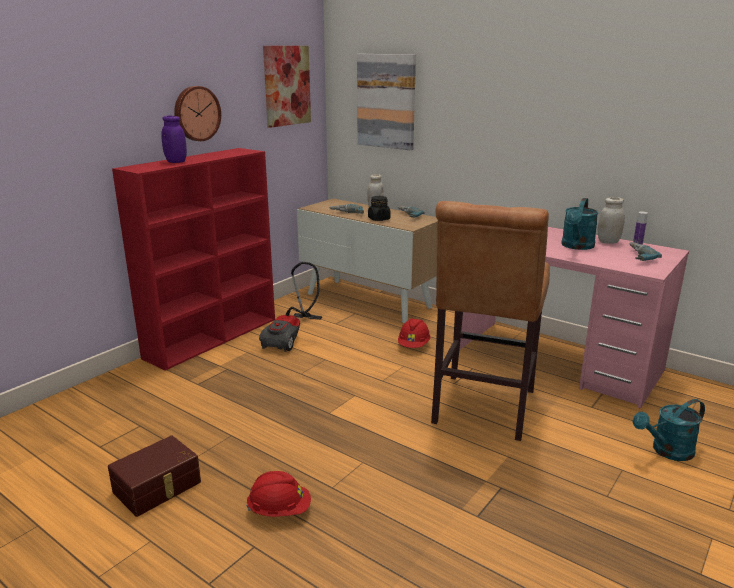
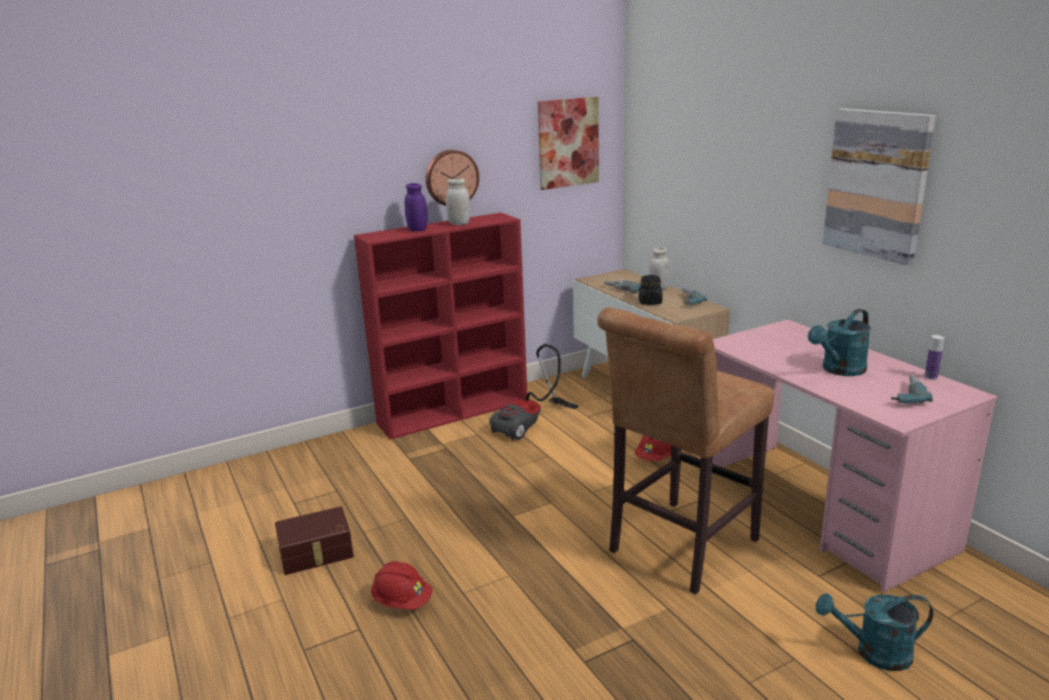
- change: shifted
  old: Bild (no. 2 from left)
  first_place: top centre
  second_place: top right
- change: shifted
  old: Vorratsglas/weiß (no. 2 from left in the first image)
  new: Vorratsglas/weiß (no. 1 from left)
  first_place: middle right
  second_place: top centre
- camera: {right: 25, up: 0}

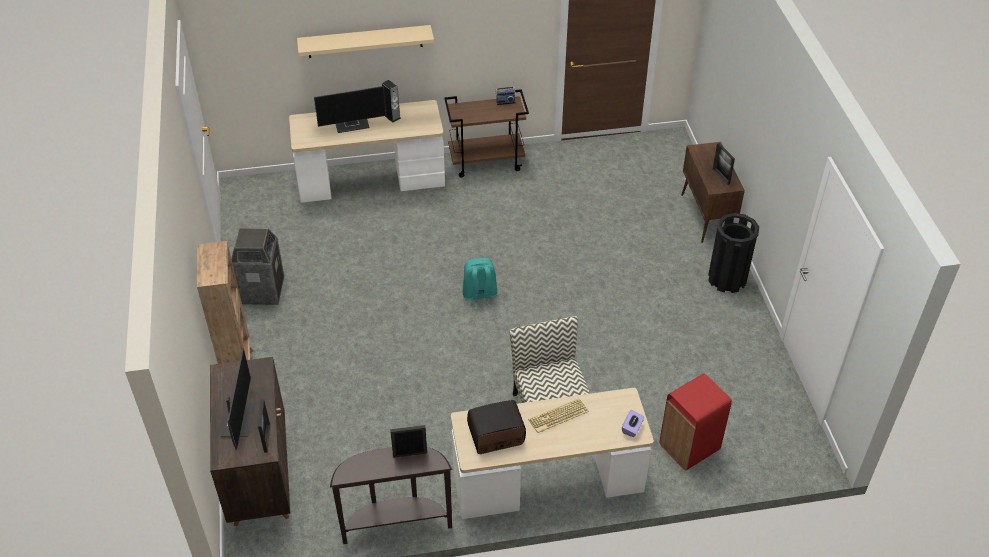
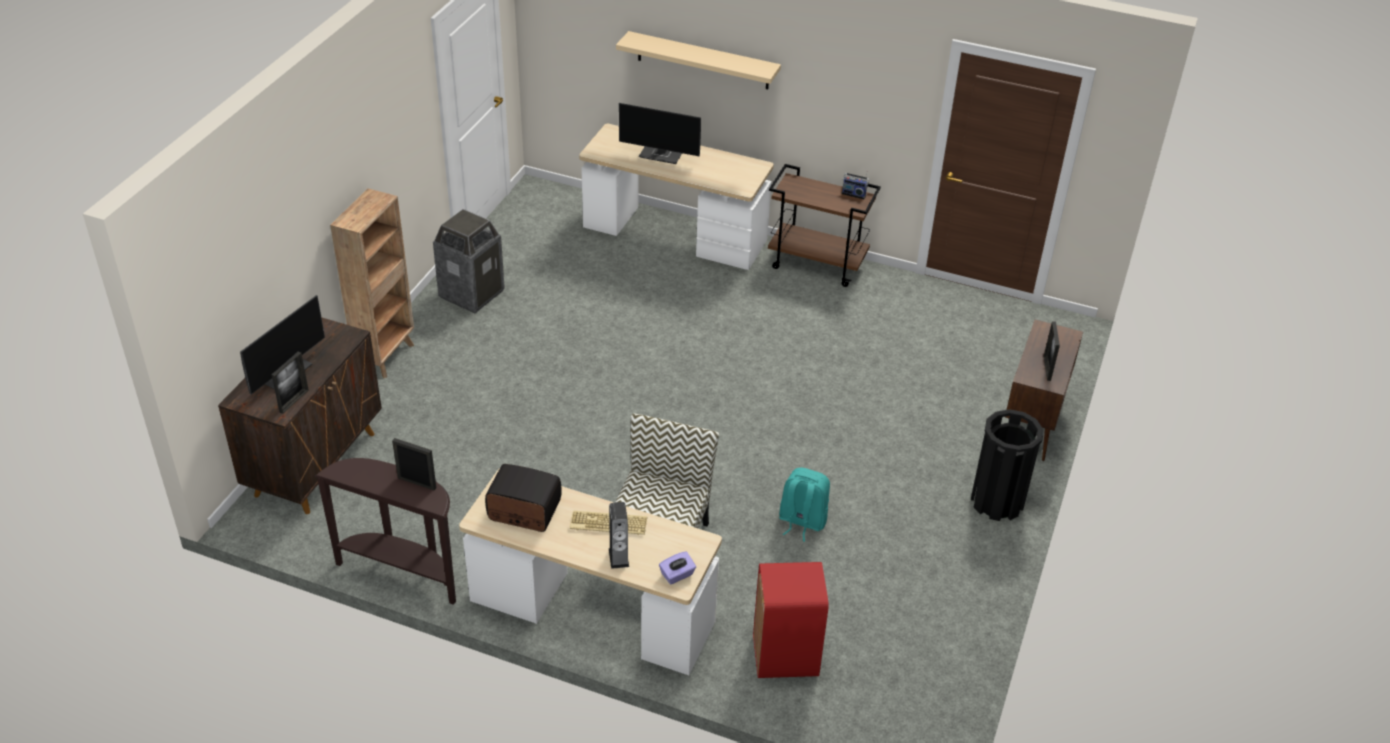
- change: shifted
  old: Lautsprecher
  first_place: top centre
  second_place: bottom centre
- change: shifted
  old: Rucksack/türkis
  first_place: centre
  second_place: bottom centre
- camera: {right: 30, up: -5}

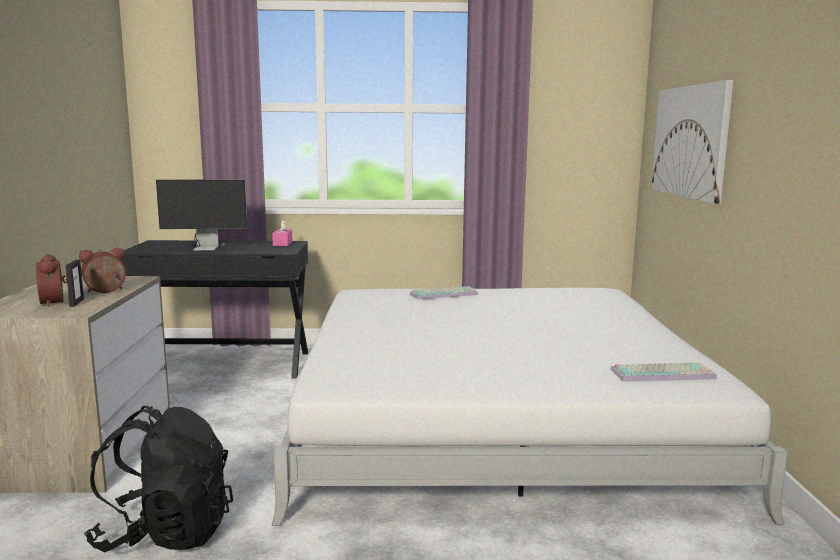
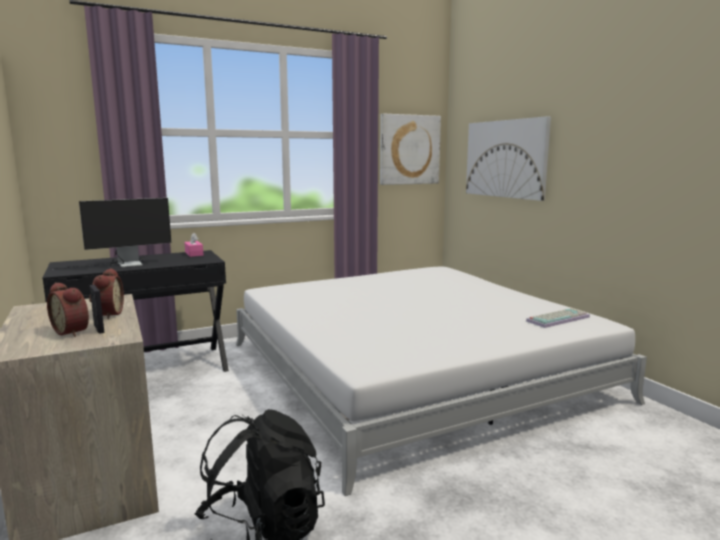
- change: rotated
  old: Wecker (no. 2 from left)
  first_place: middle left
  second_place: middle left
  degrees: 135
- change: gone
  old: Tastatur (no. 1 from left)
  first_place: centre
- change: new
  new: Bild (no. 1 from left)
  second_place: top centre
- camera: {right: -25, up: 0}

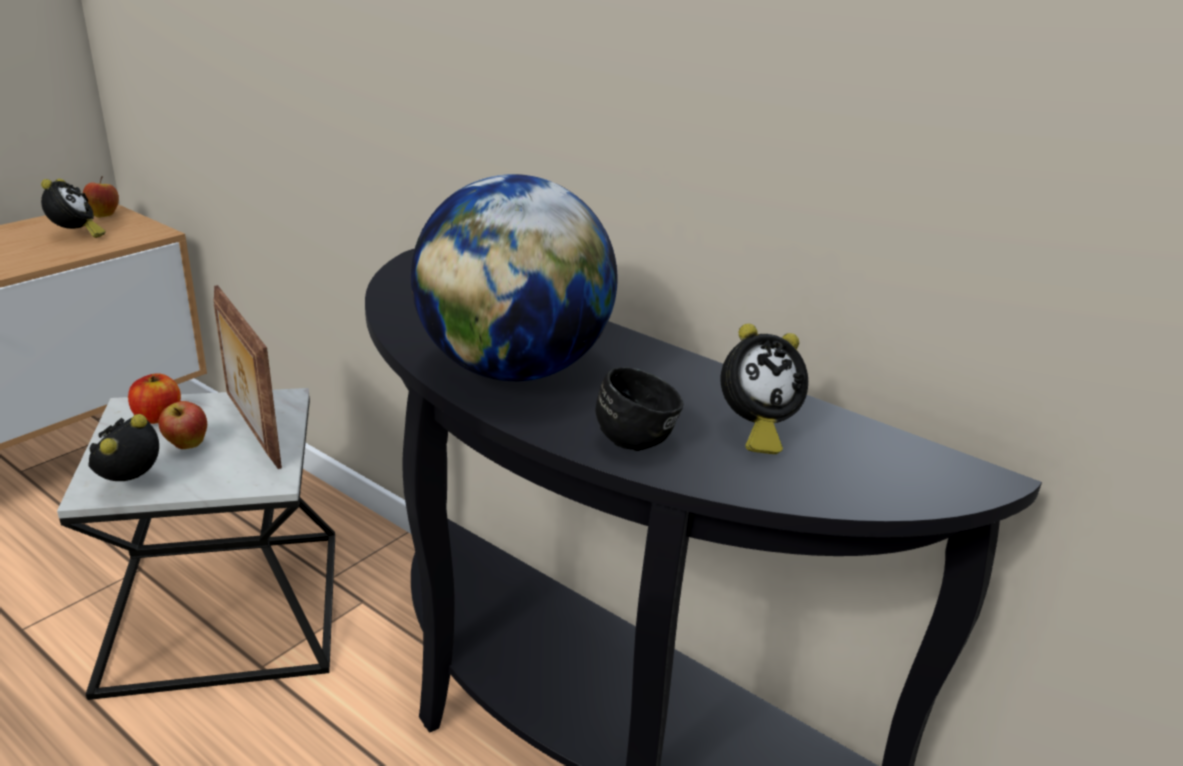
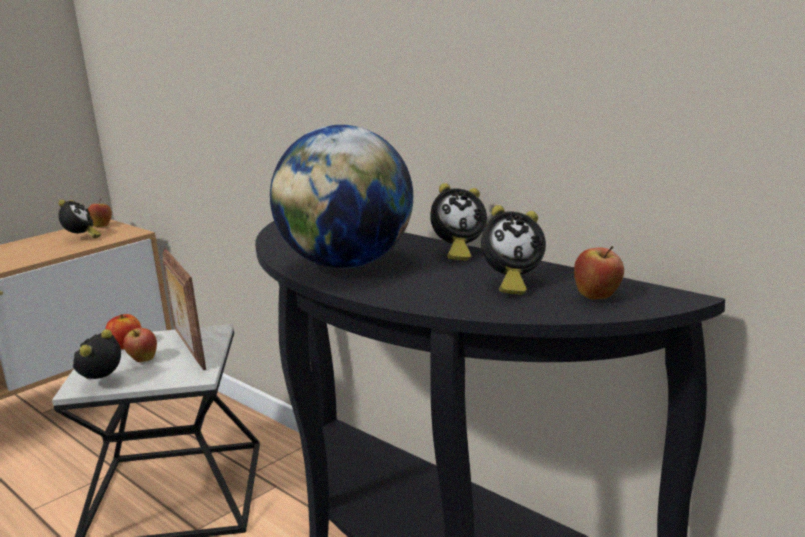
- change: gone
  old: Henkelbecher/schwarz
  first_place: centre
- change: new
  new: Wecker (no. 3 from left)
  second_place: centre
- change: new
  new: Apfel (no. 4 from left)
  second_place: middle right
- camera: {right: 10, up: -10}

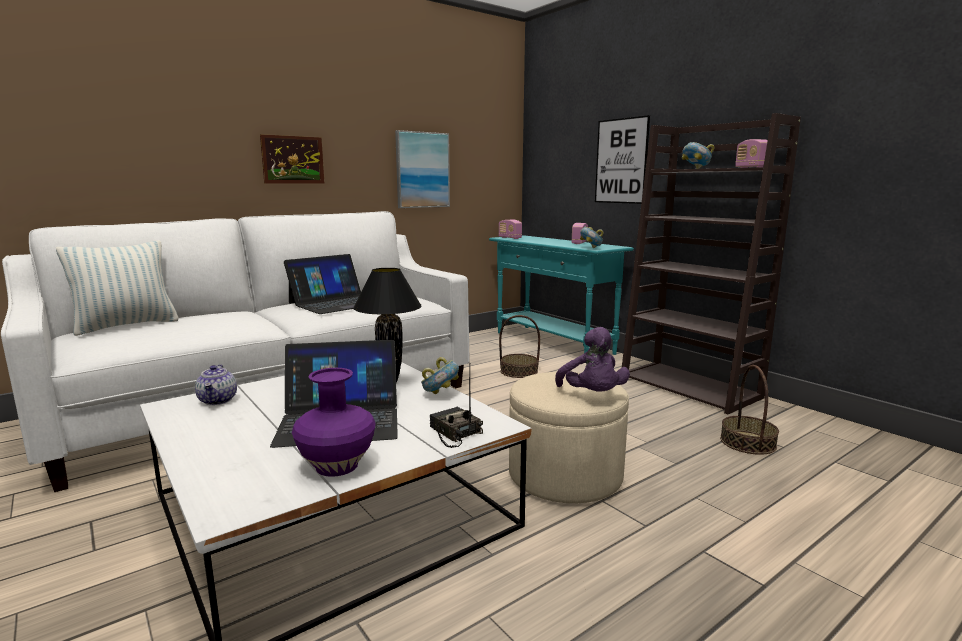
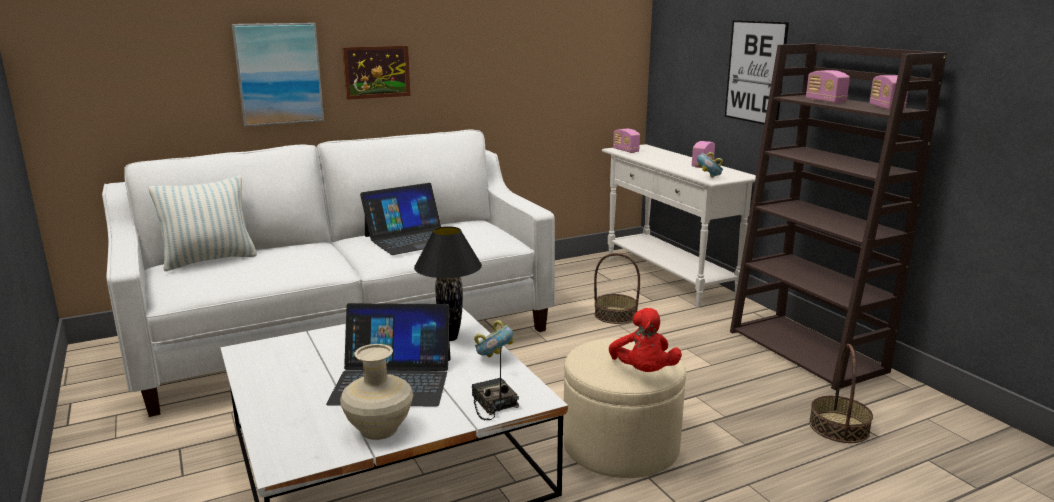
- change: shifted
  old: Bild (no. 2 from left in the first image)
  new: Bild (no. 1 from left)
  first_place: top centre
  second_place: top left
- change: swapped
  old: Schüssel (no. 3 from left)
  new: Radio (no. 4 from left)
  first_place: top right
  second_place: top right
- change: repainted
  old: Konsolentisch/türkis
  new: Konsolentisch/weiß
  first_place: centre
  second_place: centre
- change: repainted
  old: Plüschtier/lila
  new: Plüschtier/rot
  first_place: centre
  second_place: bottom centre
- change: gone
  old: Teekanne
  first_place: middle left
- change: repainted
  old: Vase/lila
  new: Vase/beige
  first_place: centre
  second_place: bottom centre
- camera: {right: 10, up: 5}

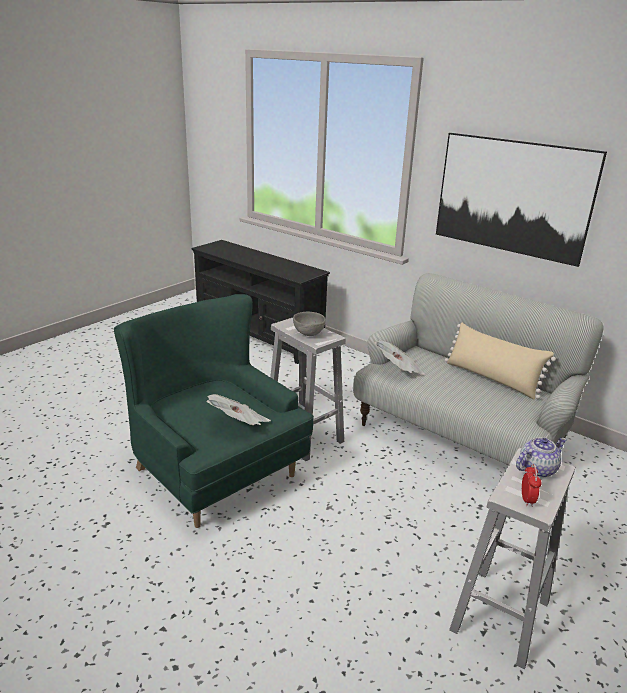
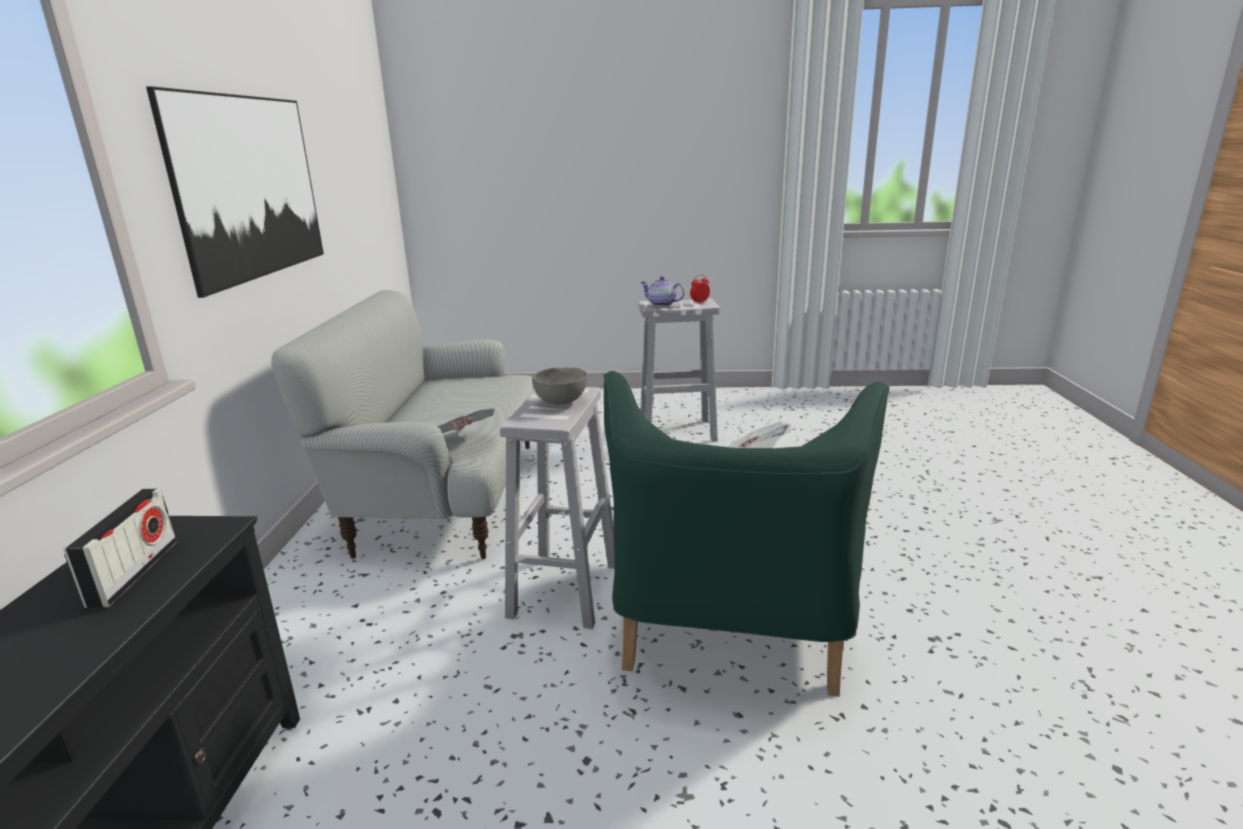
- change: gone
  old: Kissen/beige
  first_place: middle right
- change: new
  new: Radio
  second_place: middle left
- camera: {right: -125, up: -5}

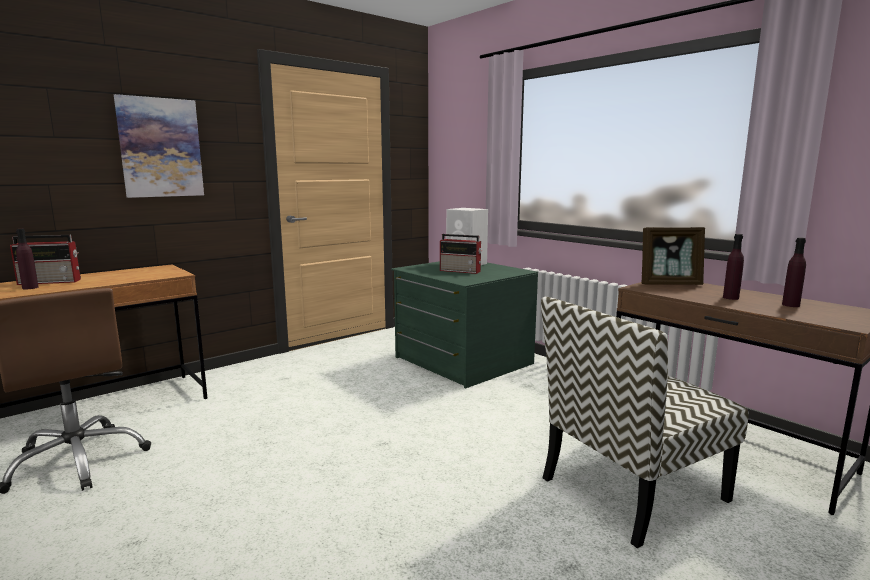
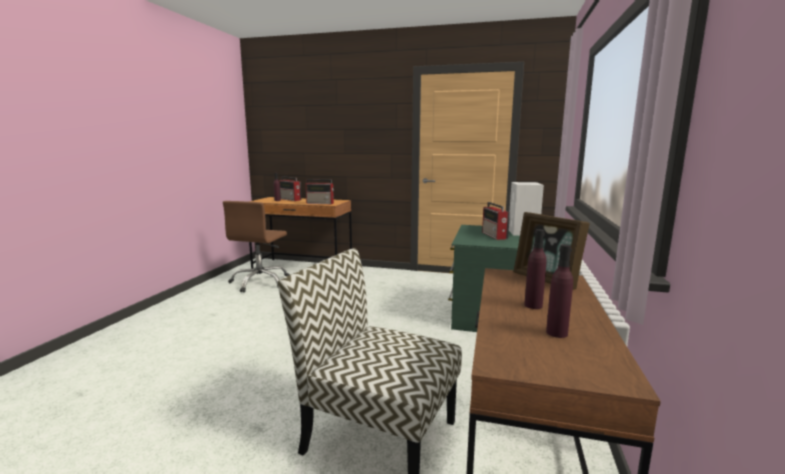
- change: gone
  old: Bild
  first_place: top left
- change: new
  new: Radio (no. 2 from left)
  second_place: centre
- camera: {right: 55, up: 0}

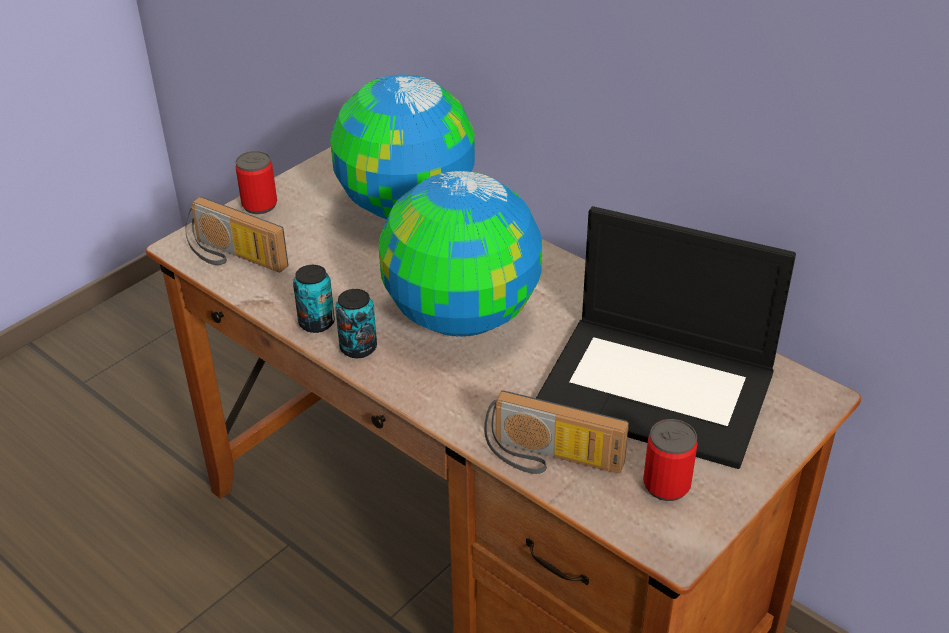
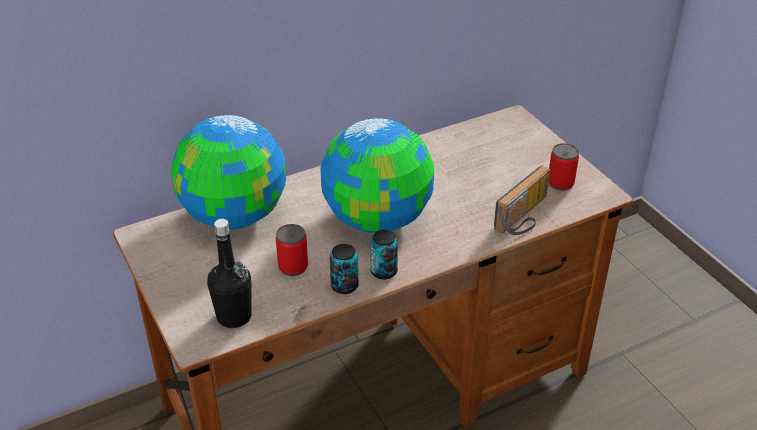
- change: shifted
  old: Dose (no. 1 from left)
  first_place: top left
  second_place: centre
- change: swapped
  old: Radio (no. 1 from left)
  new: Flasche/schwarz
  first_place: middle left
  second_place: middle left
- change: gone
  old: Laptop
  first_place: middle right
- camera: {right: -70, up: 0}

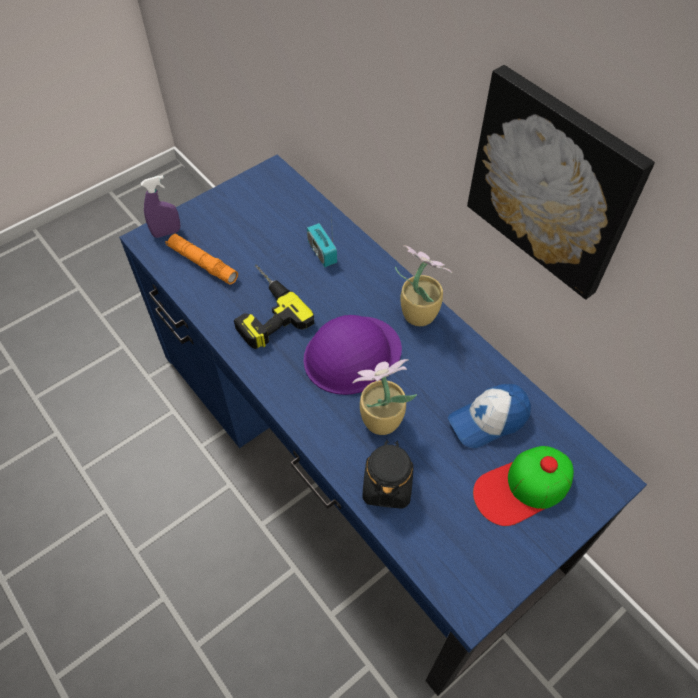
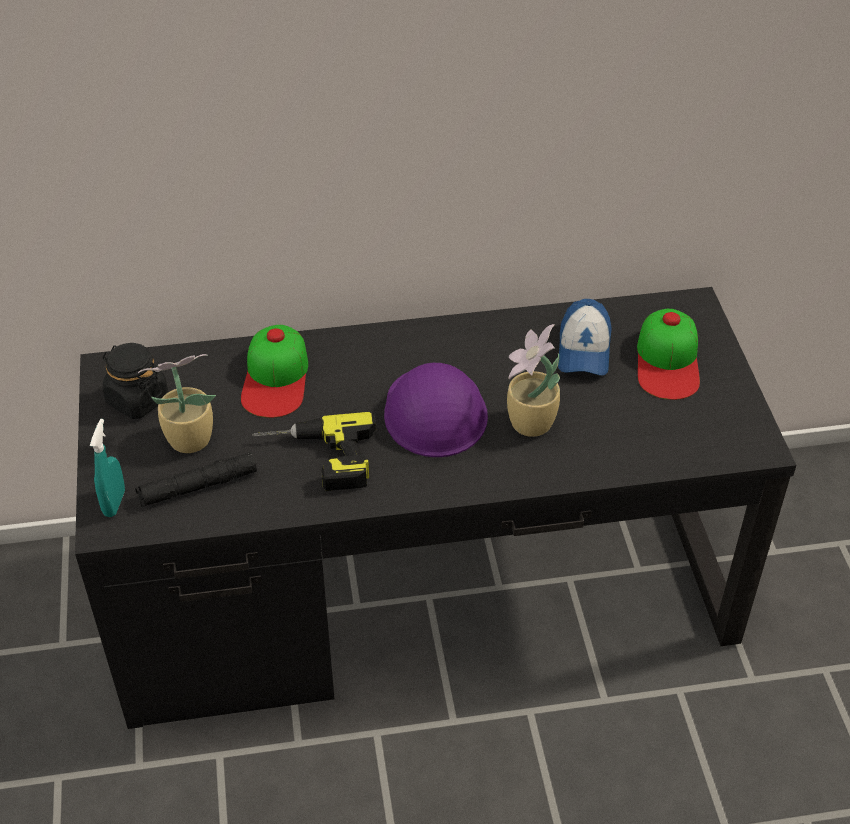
- change: gone
  old: Bild
  first_place: top right
- change: repainted
  old: Schreibtisch/blau
  new: Schreibtisch/schwarz
  first_place: centre
  second_place: centre
- change: repainted
  old: Sprühflasche/lila
  new: Sprühflasche/türkis
  first_place: top left
  second_place: middle left
- change: swapped
  old: Radio
  new: Kappe (no. 1 from left)
  first_place: centre
  second_place: middle left
- change: repainted
  old: Taschenlampe/orange
  new: Taschenlampe/schwarz
  first_place: middle left
  second_place: middle left
- change: shifted
  old: Topfpflanze (no. 2 from left in the first image)
  new: Topfpflanze (no. 1 from left)
  first_place: centre
  second_place: middle left
- change: shifted
  old: Vorratsglas/schwarz
  first_place: bottom centre
  second_place: middle left
- camera: {right: -60, up: -10}

